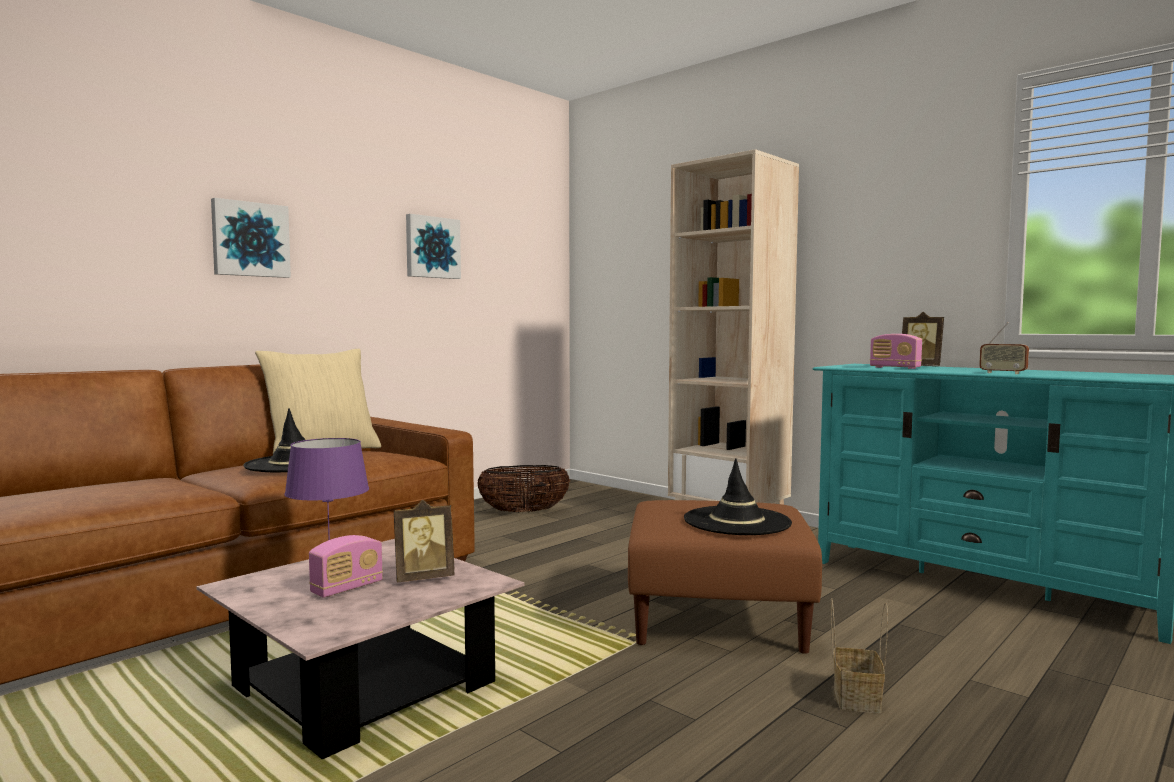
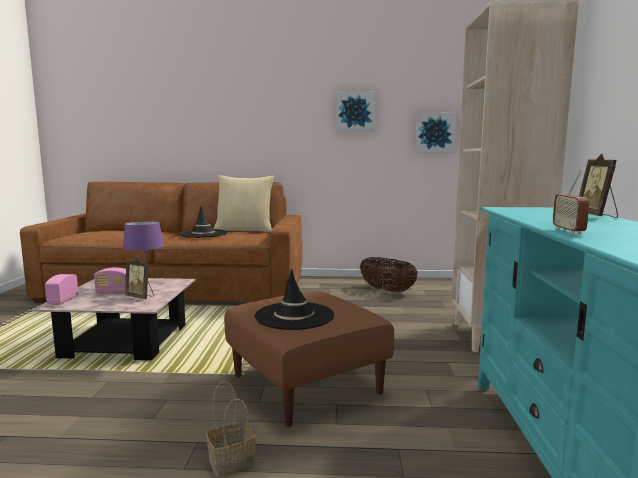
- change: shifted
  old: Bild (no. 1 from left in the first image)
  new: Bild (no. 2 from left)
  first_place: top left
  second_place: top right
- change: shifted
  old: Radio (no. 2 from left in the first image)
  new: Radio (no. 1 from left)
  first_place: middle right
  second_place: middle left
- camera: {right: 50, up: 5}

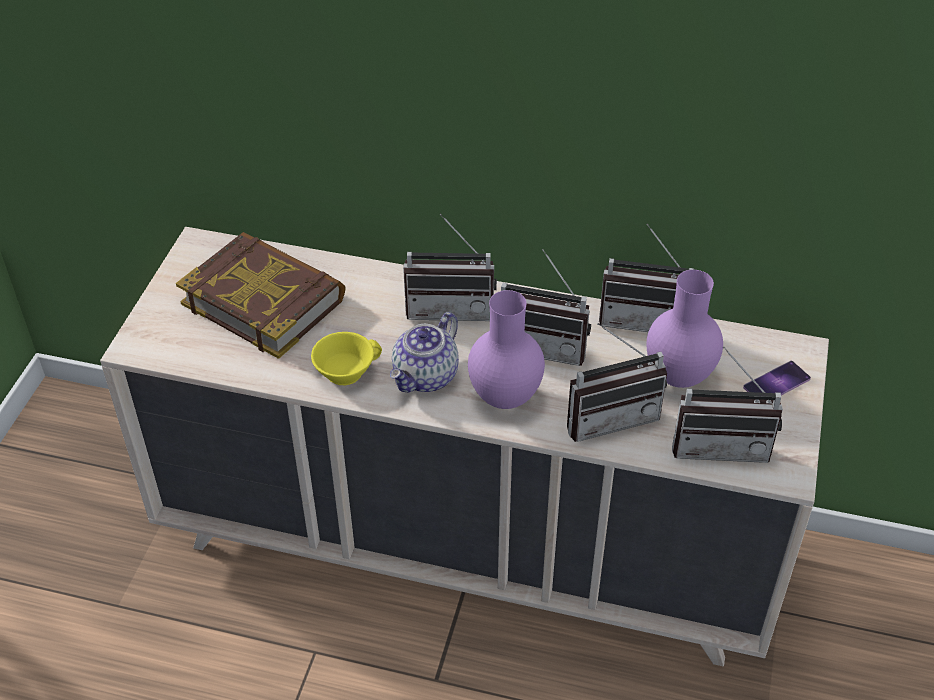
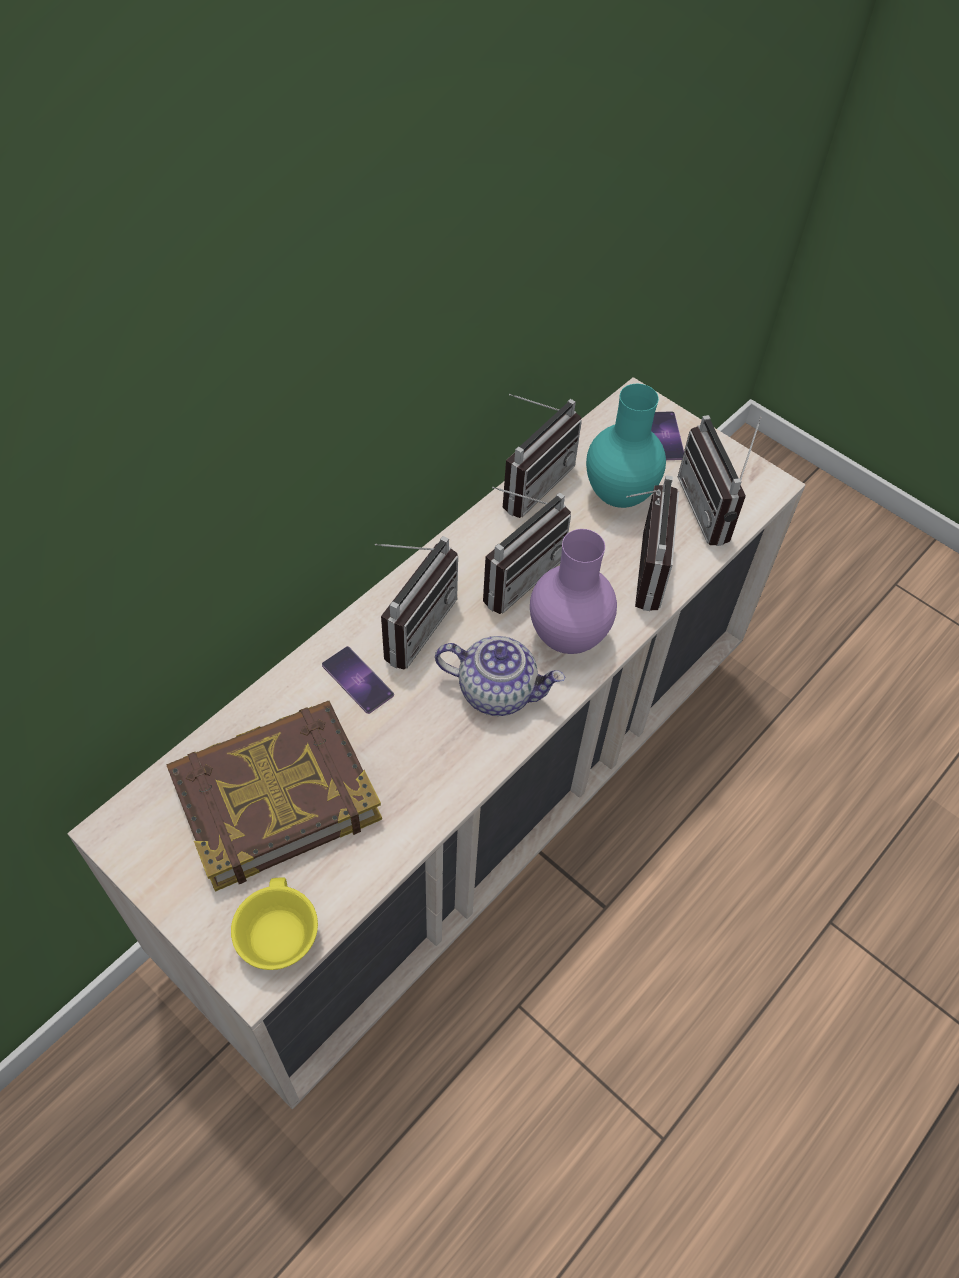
- change: repainted
  old: Vase/lila (no. 2 from left)
  new: Vase/türkis
  first_place: middle right
  second_place: centre
- change: rotated
  old: Teekanne
  first_place: centre
  second_place: centre
  degrees: -45
- change: shifted
  old: Tasse/gelb
  first_place: centre
  second_place: bottom left
- change: rotated
  old: Radio (no. 5 from left)
  first_place: middle right
  second_place: middle right
  degrees: 135
- change: new
  new: Handy (no. 1 from left)
  second_place: centre
- camera: {right: -65, up: 10}

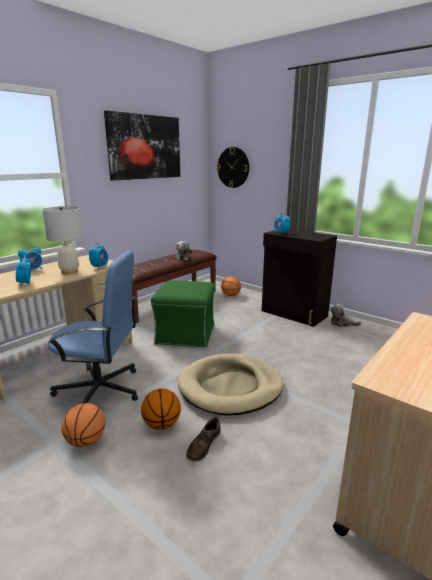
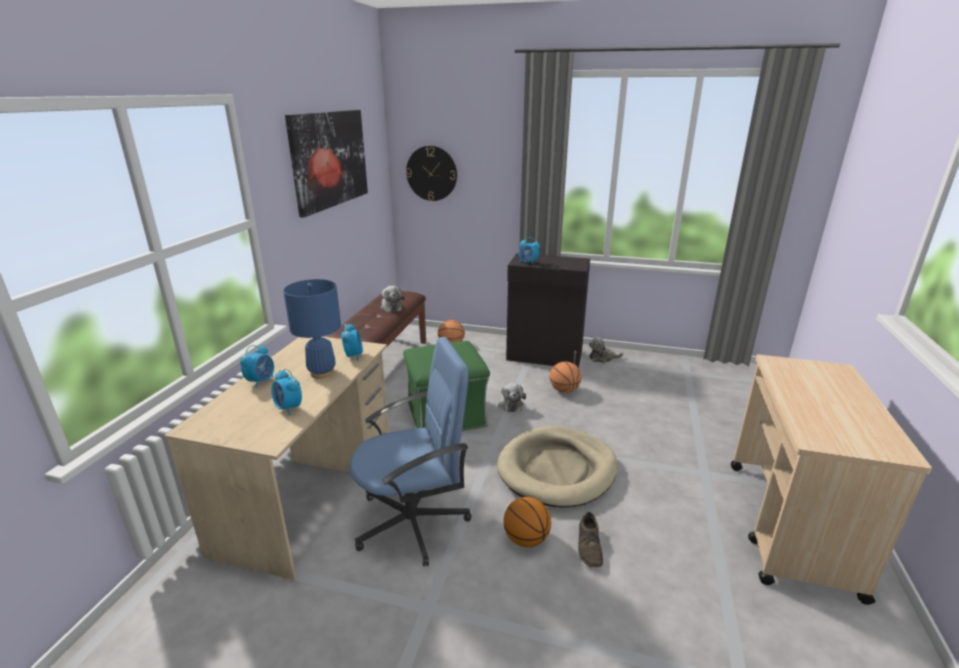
- change: repainted
  old: Tischlampe/weiß
  new: Tischlampe/blau
  first_place: middle left
  second_place: middle left
- change: shifted
  old: Basketball (no. 1 from left in the first image)
  new: Basketball (no. 3 from left)
  first_place: bottom left
  second_place: centre
- change: new
  new: Plüschtier (no. 2 from left)
  second_place: centre
- camera: {right: -25, up: 5}

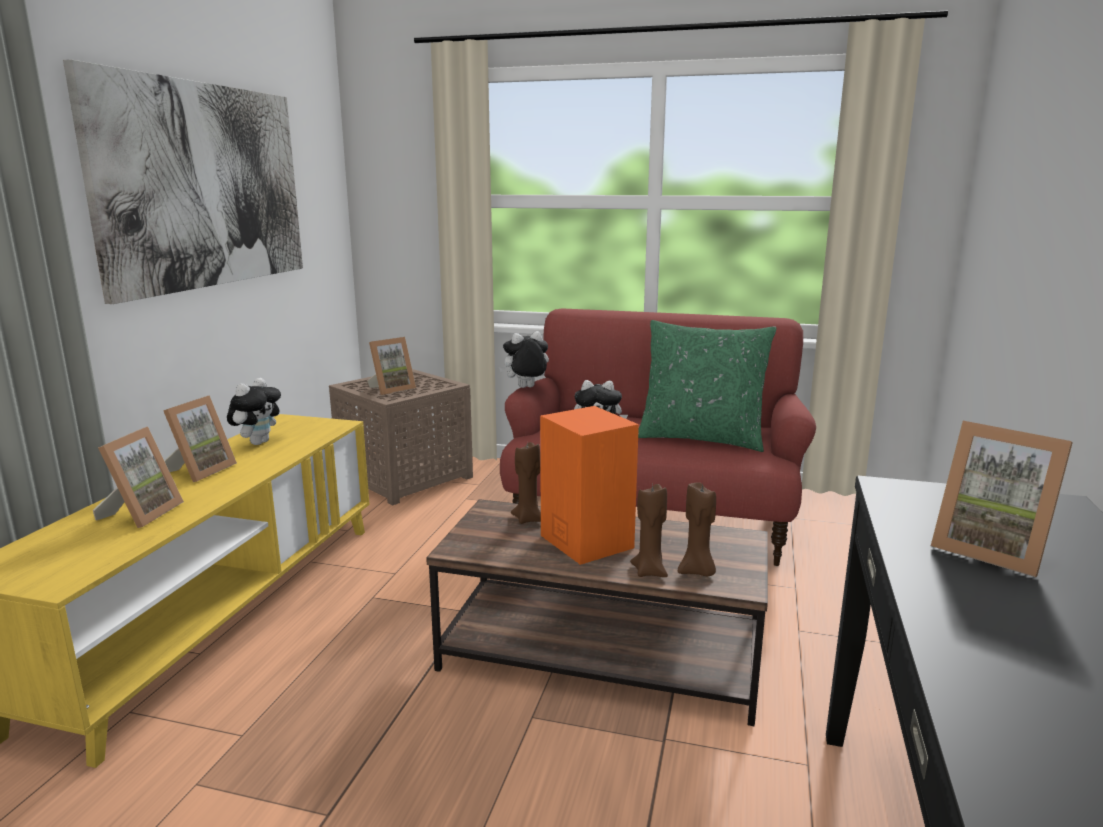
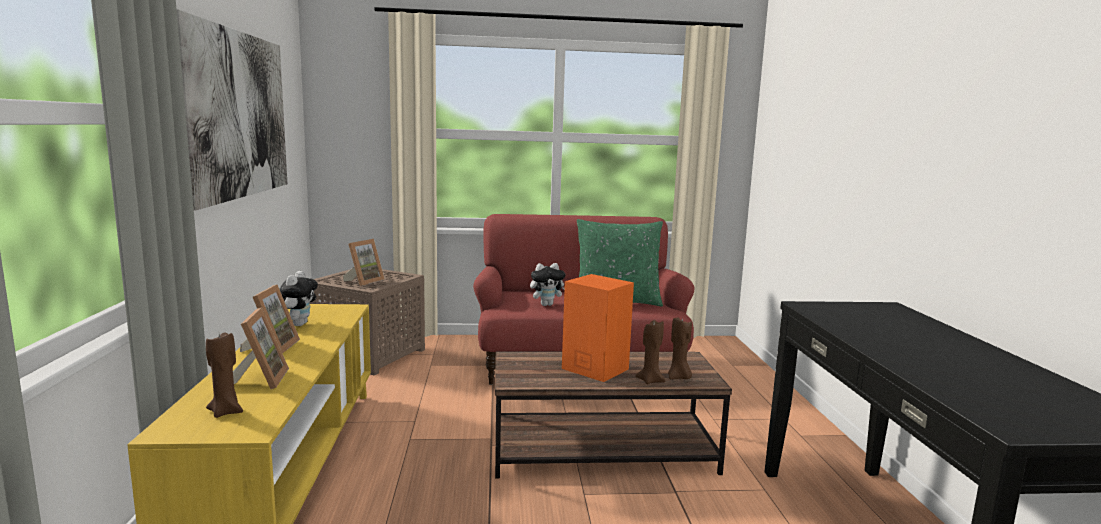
- change: gone
  old: Plüschtier (no. 2 from left)
  first_place: centre
- change: gone
  old: Bilderrahmen (no. 4 from left)
  first_place: middle right
- change: shifted
  old: Kerze/braun (no. 1 from left)
  first_place: centre
  second_place: bottom left
- camera: {right: -20, up: -5}

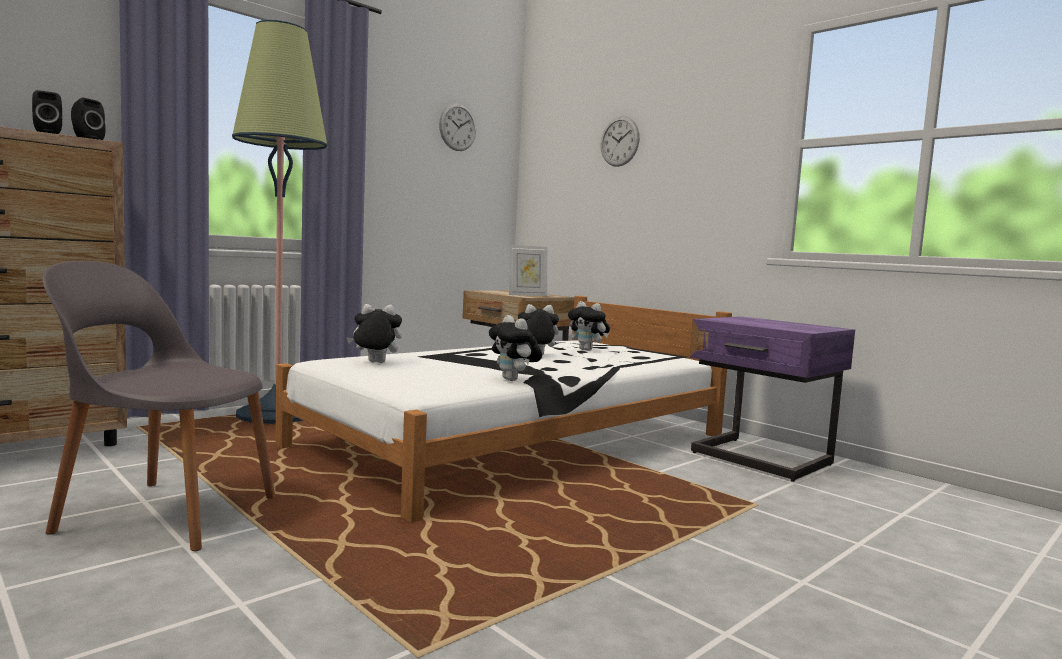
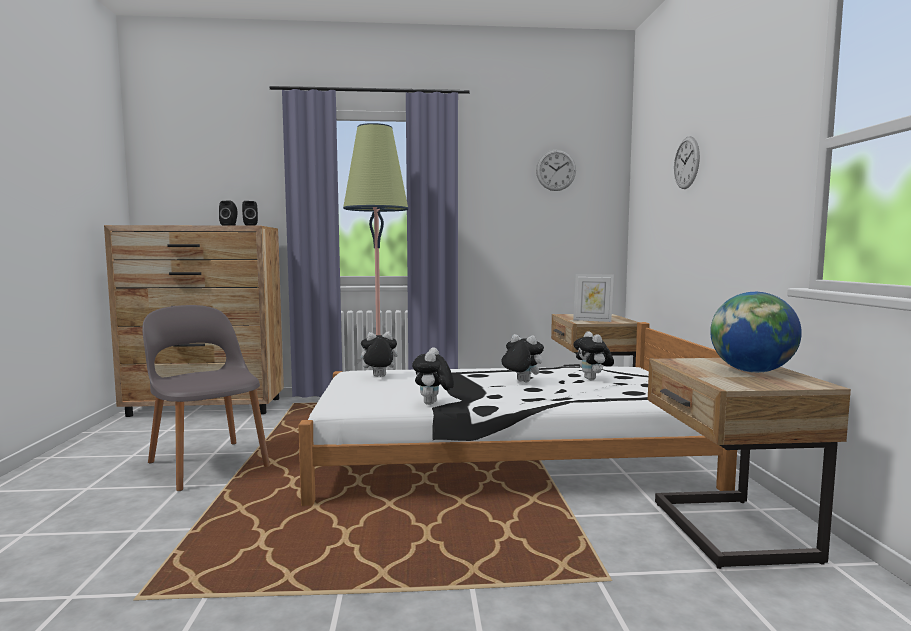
- change: rotated
  old: Plüschtier (no. 1 from left)
  first_place: centre
  second_place: centre
  degrees: -45
- change: repainted
  old: Nachttisch/lila
  new: Nachttisch/beige (no. 2 from left)
  first_place: middle right
  second_place: bottom right
- change: new
  new: Globus
  second_place: middle right
- camera: {right: 40, up: 0}

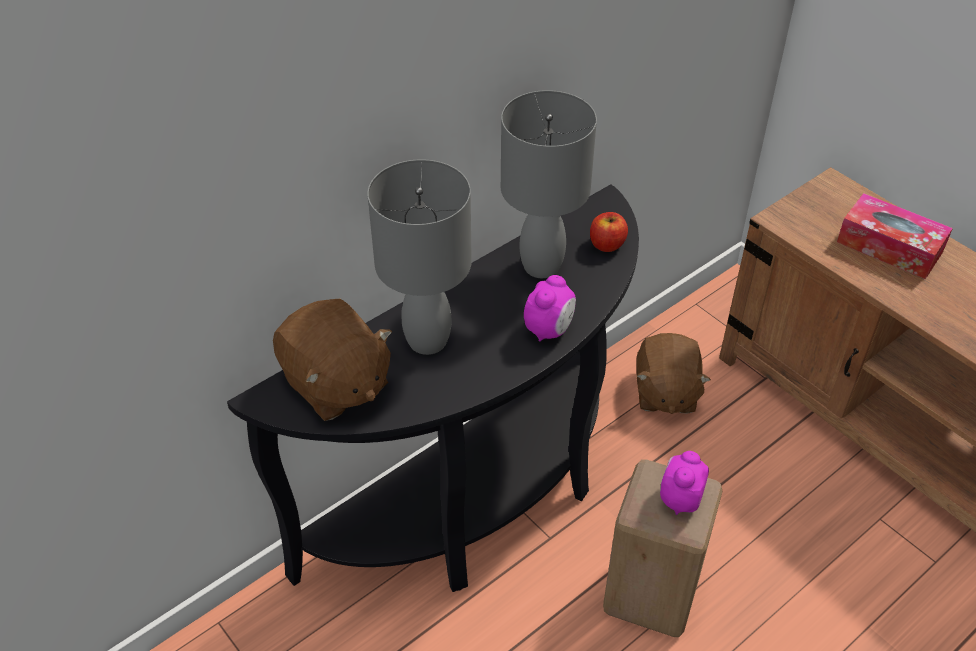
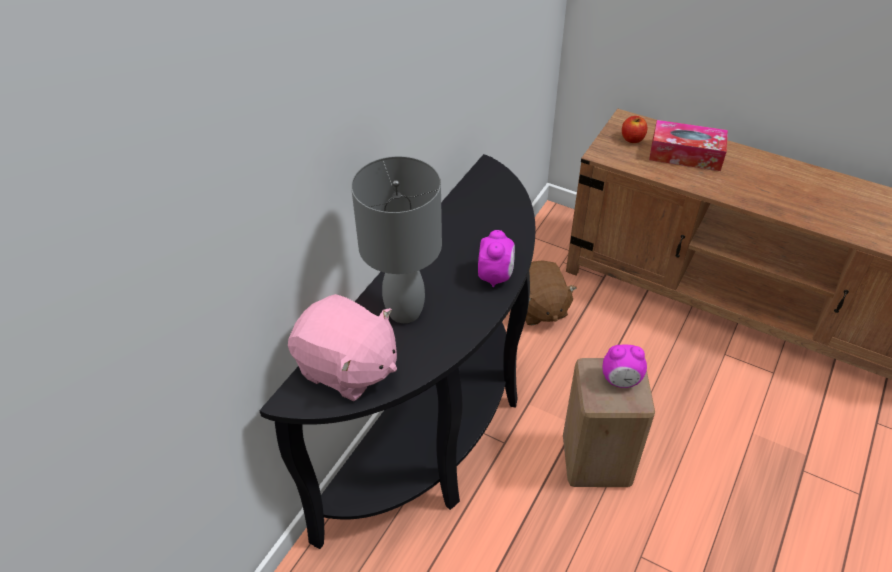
- change: gone
  old: Tischlampe/grau (no. 2 from left)
  first_place: top centre
- change: shifted
  old: Apfel
  first_place: centre
  second_place: top right
- change: repainted
  old: Plüschtier/braun (no. 1 from left)
  new: Plüschtier/rosa
  first_place: centre
  second_place: centre
- change: rotated
  old: Wecker (no. 2 from left)
  first_place: bottom right
  second_place: middle right
  degrees: -90
- camera: {right: -20, up: 0}

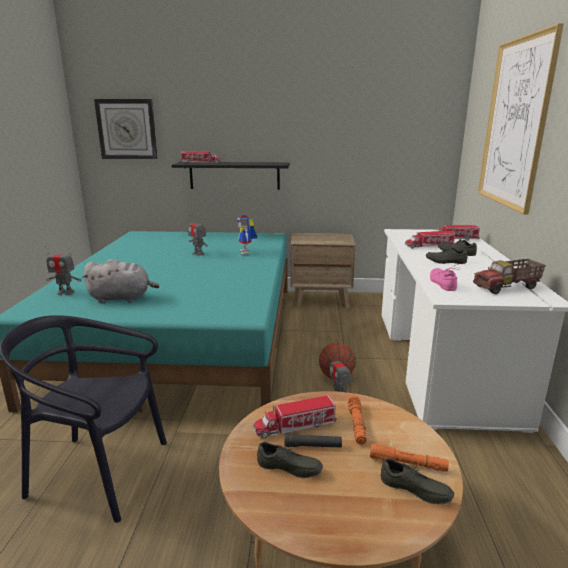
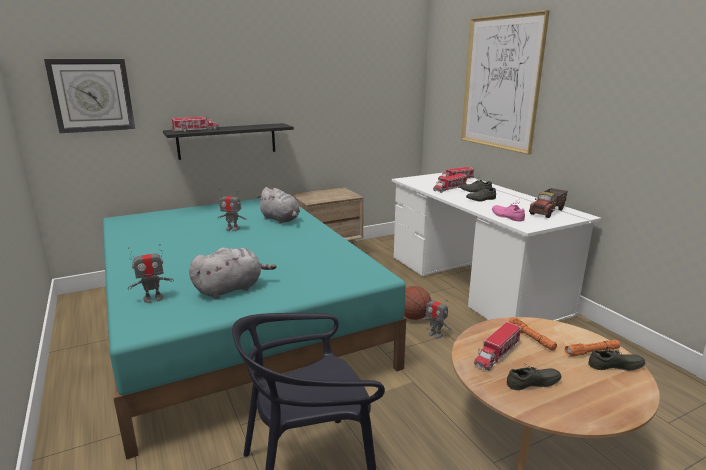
- change: swapped
  old: Spielzeugroboter (no. 3 from left)
  new: Plüschtier/grau (no. 2 from left)
  first_place: centre
  second_place: centre
- change: gone
  old: Taschenlampe/schwarz
  first_place: bottom centre
- camera: {right: -30, up: 0}

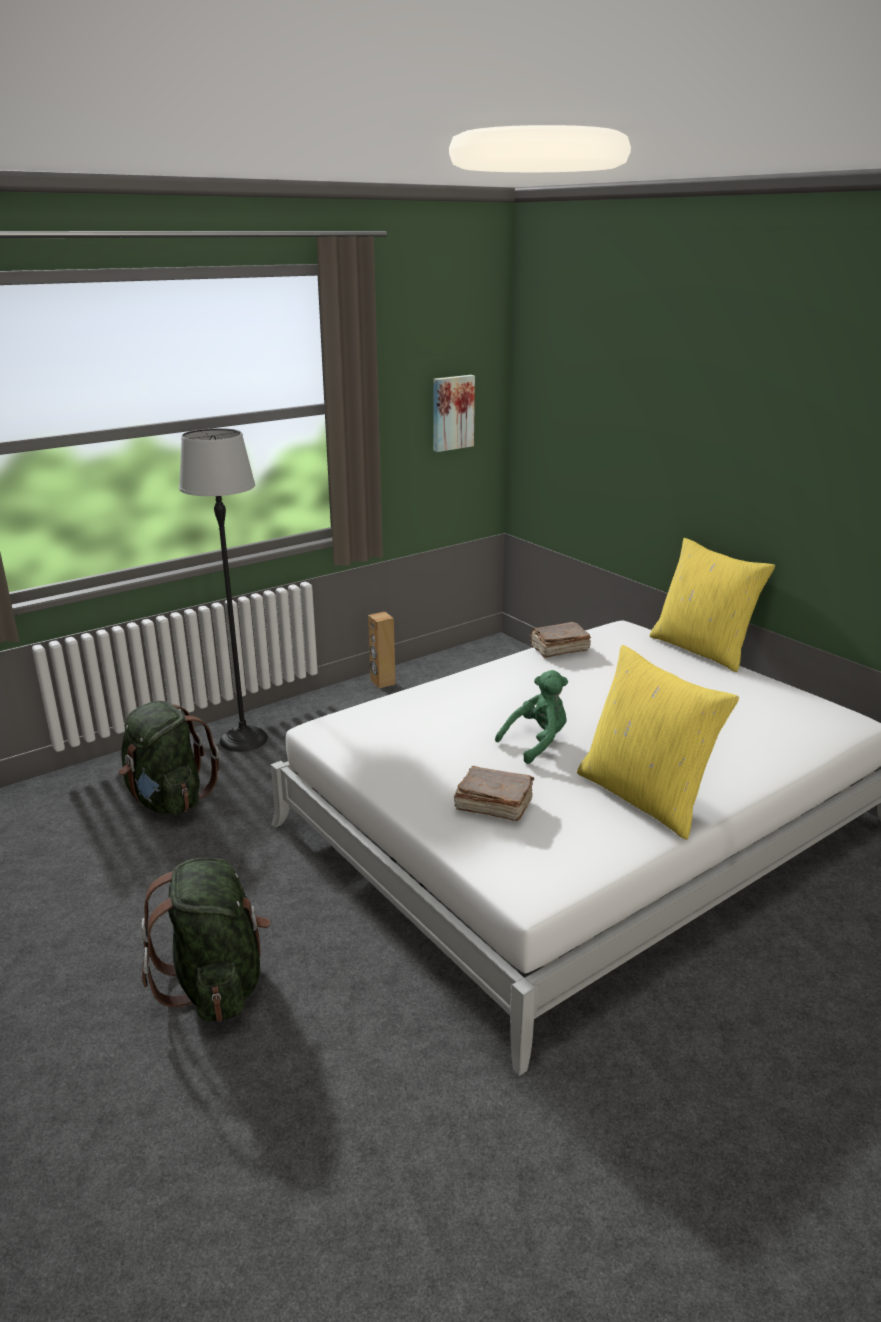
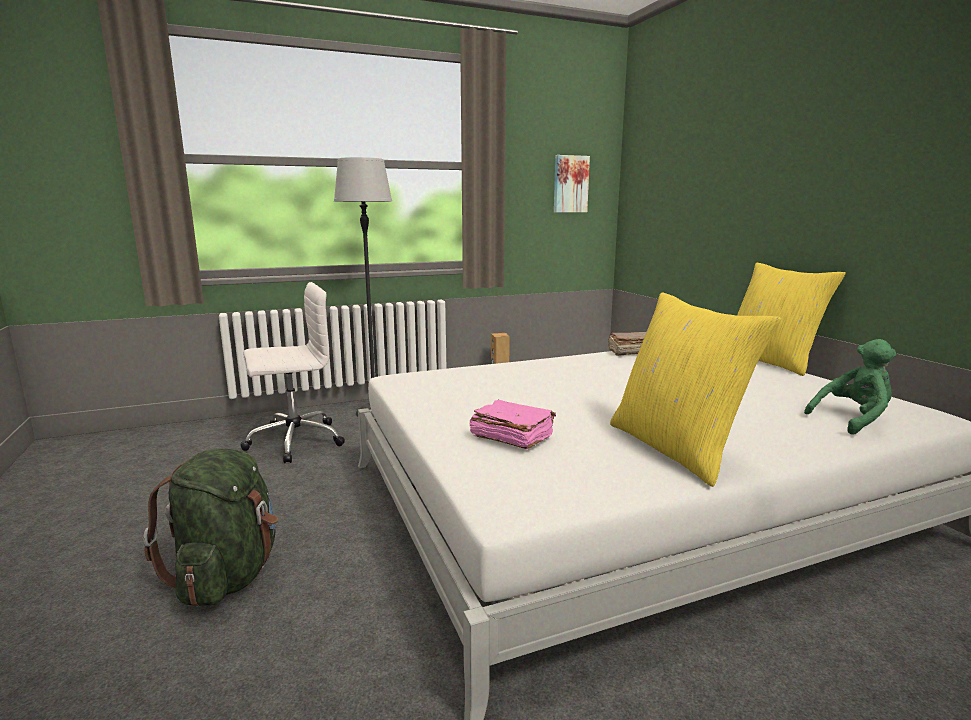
- change: shifted
  old: Plüschtier/grün
  first_place: centre
  second_place: middle right
- change: swapped
  old: Rucksack/grün (no. 1 from left)
  new: Bürostuhl/weiß
  first_place: middle left
  second_place: middle left
- change: repainted
  old: Buch/braun (no. 1 from left)
  new: Buch/rosa
  first_place: centre
  second_place: centre
- camera: {right: 15, up: -10}

